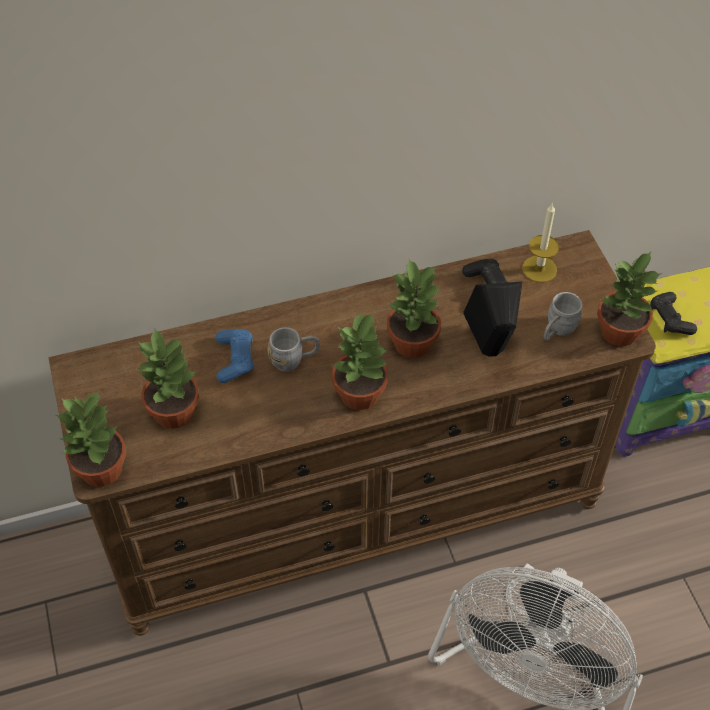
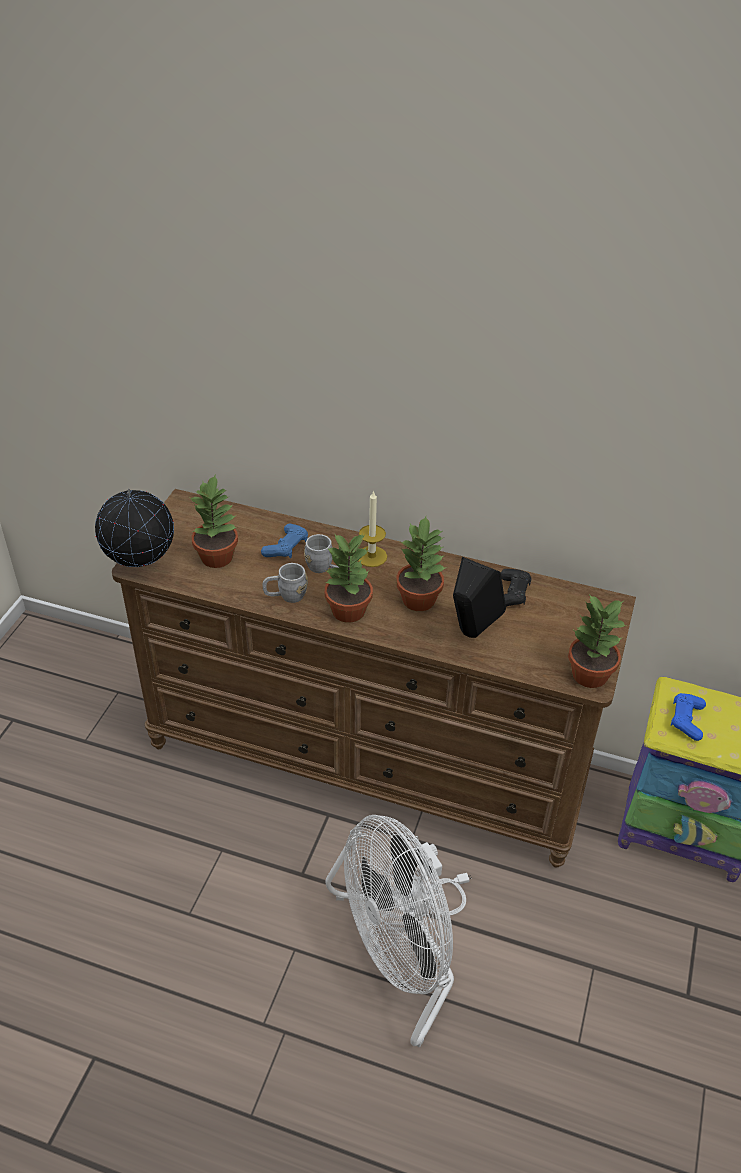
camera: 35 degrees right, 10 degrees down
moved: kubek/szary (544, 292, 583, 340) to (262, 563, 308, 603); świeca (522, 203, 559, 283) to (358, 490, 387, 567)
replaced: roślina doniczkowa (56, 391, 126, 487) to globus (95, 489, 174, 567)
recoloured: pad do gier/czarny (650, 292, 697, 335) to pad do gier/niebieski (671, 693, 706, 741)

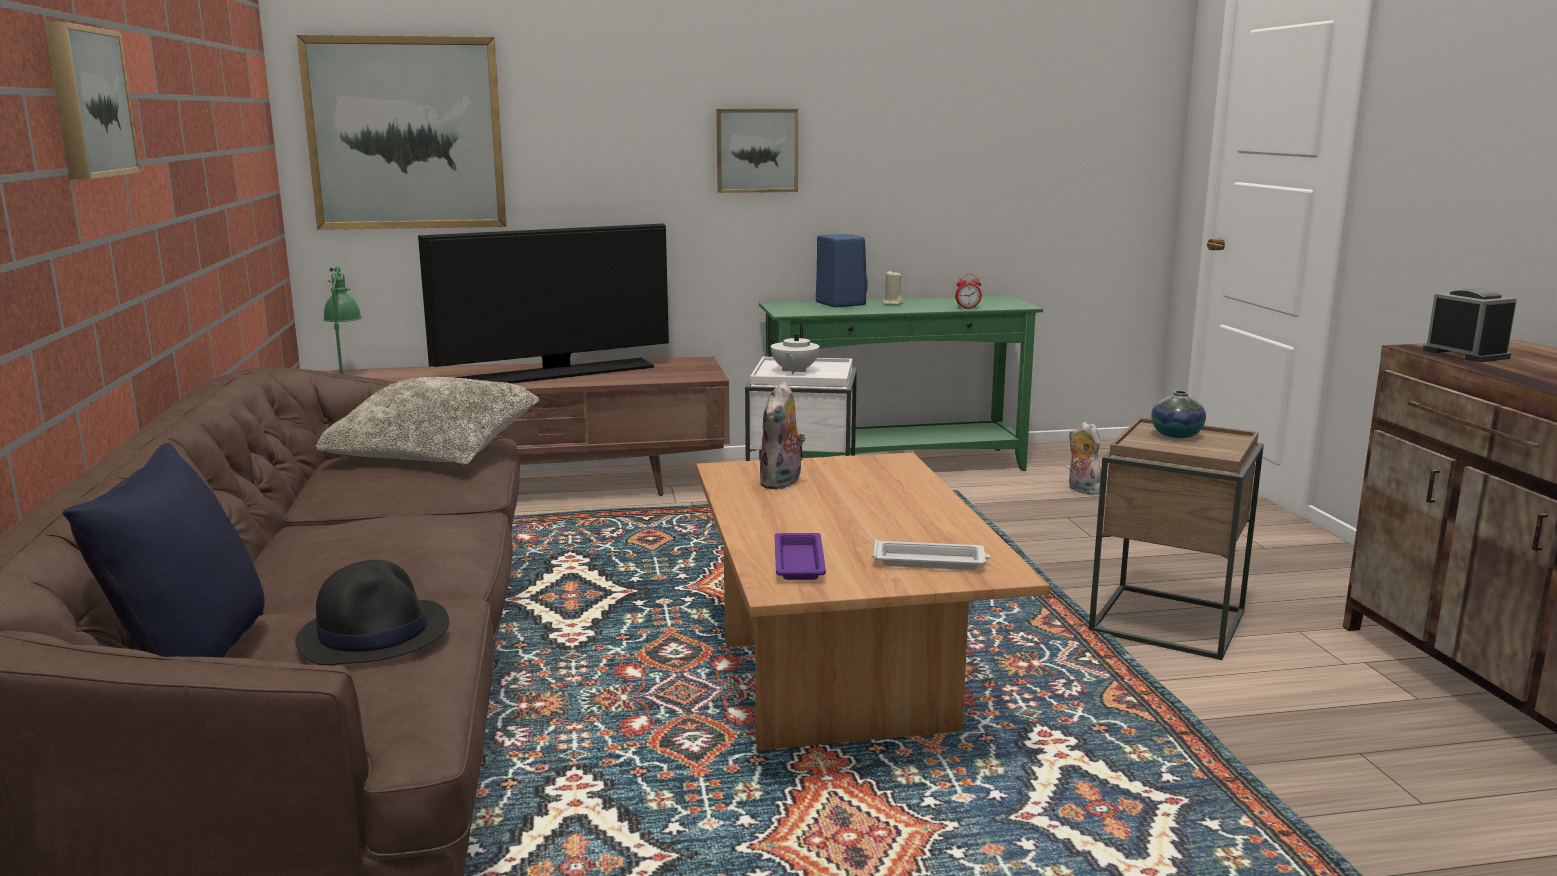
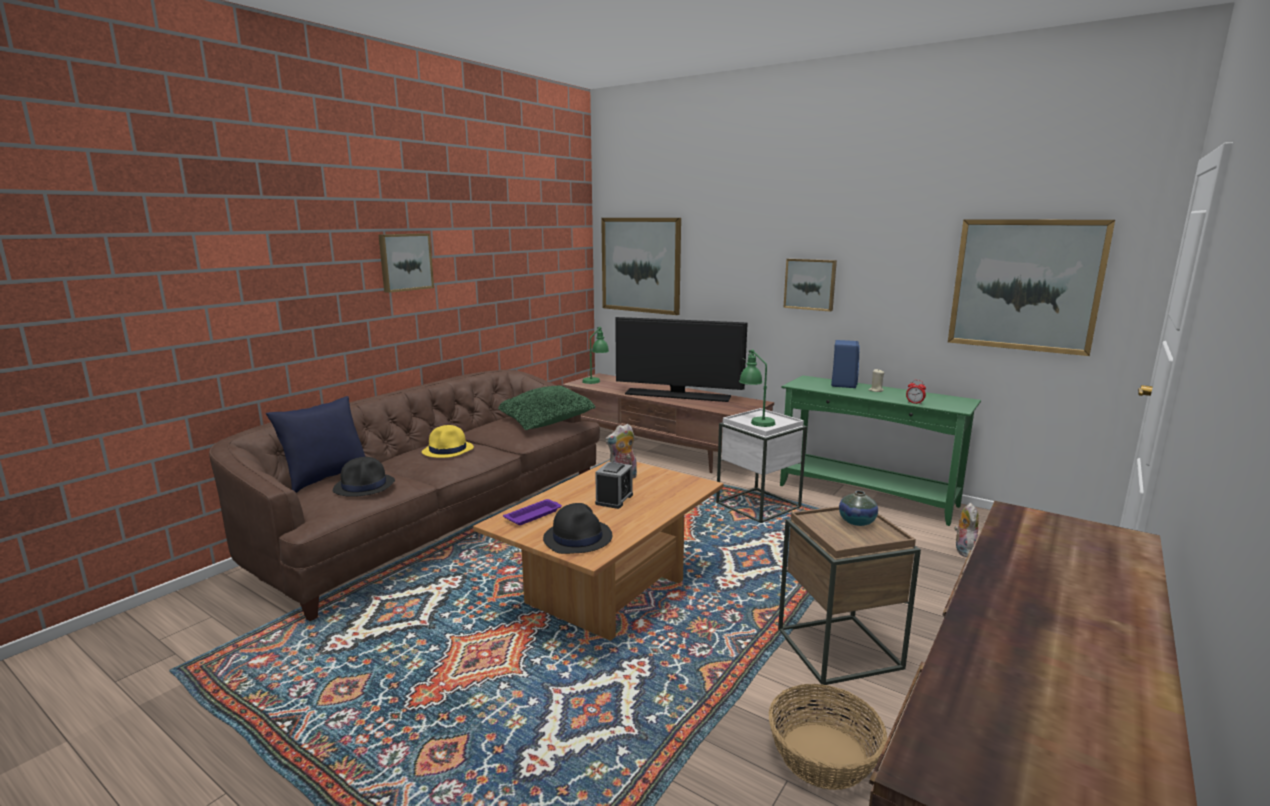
camera: 45 degrees right, 0 degrees up
added: kapelusz/żółty (422, 425, 474, 458); koszyk (769, 684, 887, 790); obraz (948, 219, 1115, 356)
moved: budzik (1423, 289, 1517, 362) to (595, 462, 633, 509)
replaced: taca/biały (873, 539, 990, 570) to kapelusz/czarny (543, 503, 612, 554); imbryk/biały (771, 324, 820, 374) to lampa stołowa/zielony (739, 349, 775, 427)
recoloured: poduszka/beżowy (316, 377, 540, 464) to poduszka/zielony (498, 385, 595, 430)

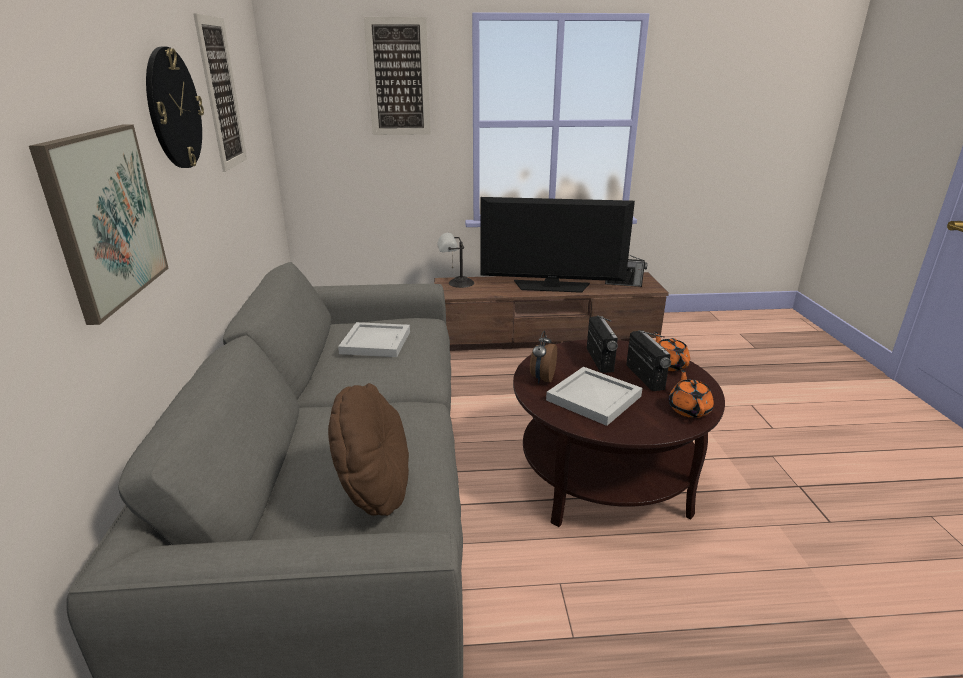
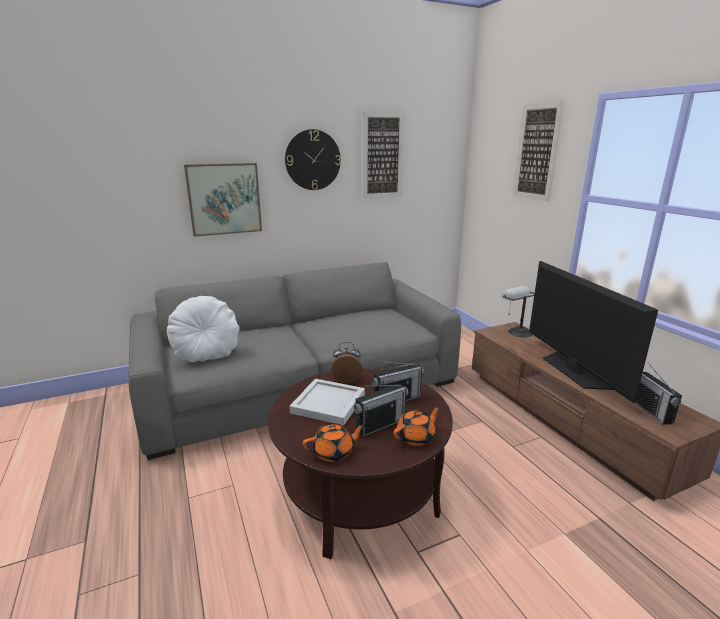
camera: 70 degrees right, 5 degrees down
removed: taca/biały (338, 322, 410, 357)
recoloured: poduszka/brązowy (328, 383, 409, 516) to poduszka/biały (167, 296, 240, 362)

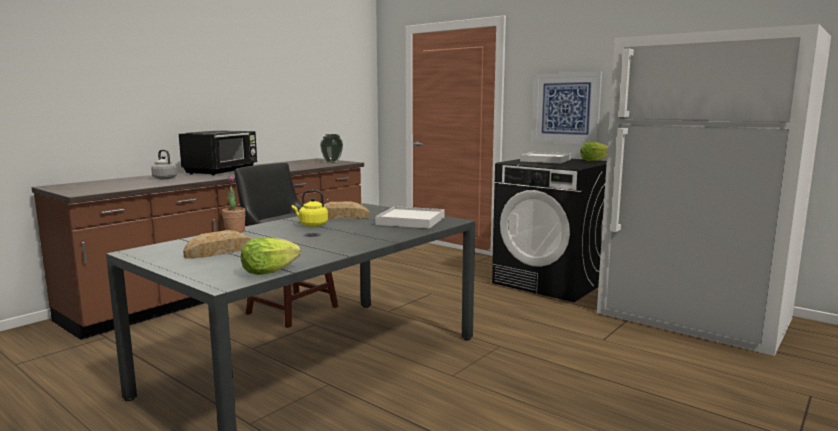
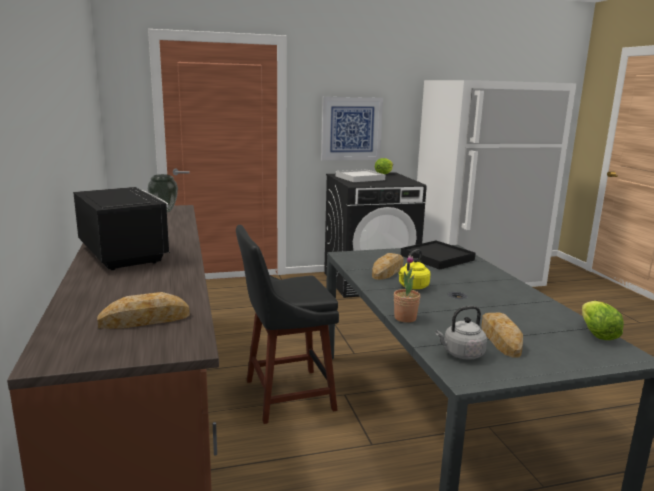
camera: 55 degrees left, 5 degrees up
added: chleb (97, 292, 190, 329)
moved: czajnik/szary (151, 150, 177, 179) to (435, 306, 487, 360)
recoloured: taca/biały (375, 206, 445, 229) to taca/czarny (401, 241, 475, 270)

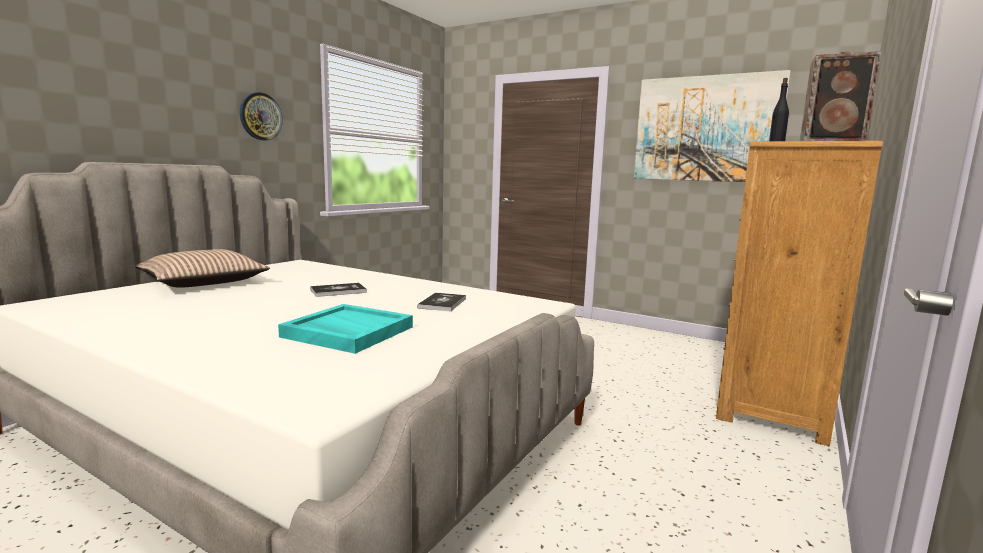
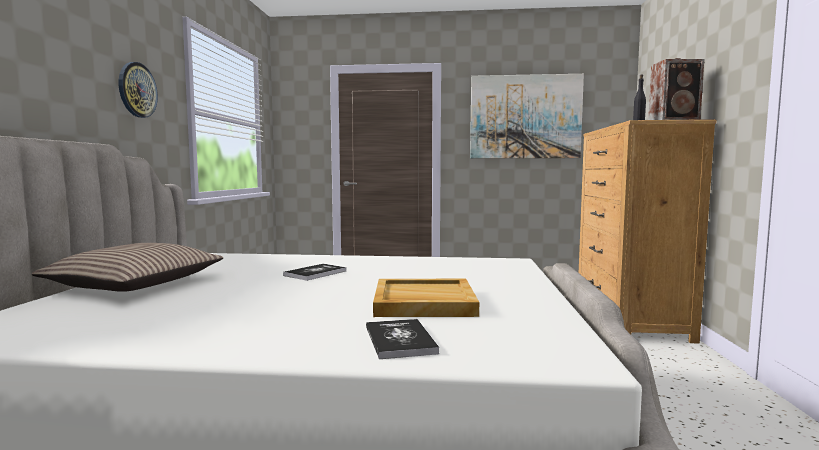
camera: 25 degrees left, 5 degrees down
moved: książka (417, 293, 466, 311) to (366, 319, 439, 359)
recoloured: taca/turkusowy (278, 304, 413, 354) to taca/beżowy (373, 279, 479, 317)

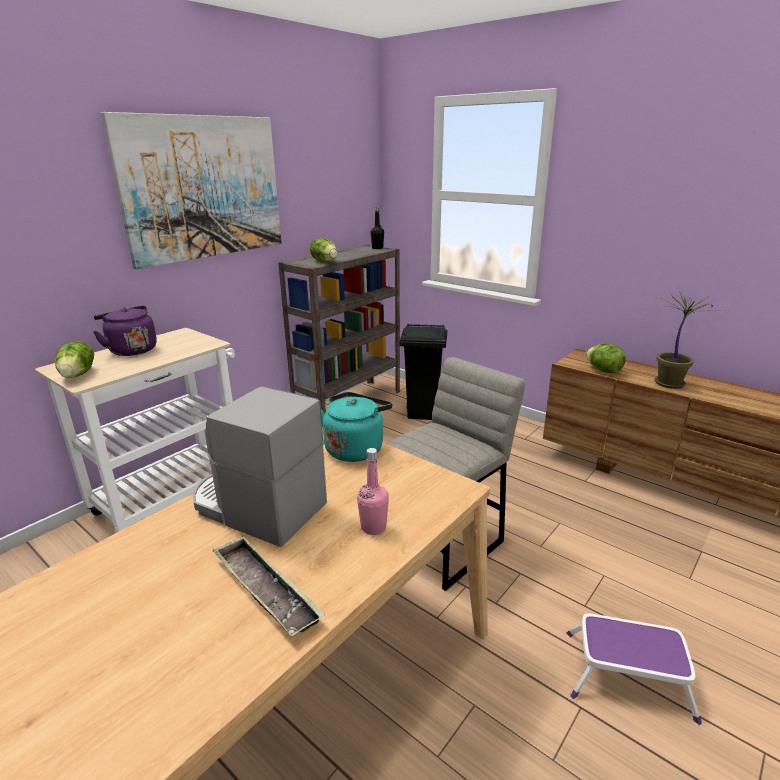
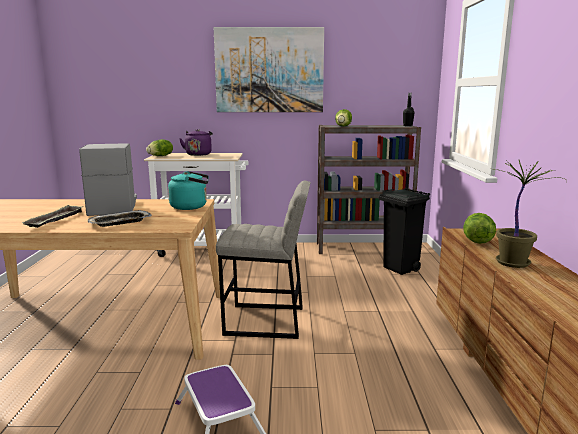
camera: 50 degrees right, 10 degrees down
replaced: butelka/różowy (357, 448, 389, 535) to taca (88, 210, 152, 227)

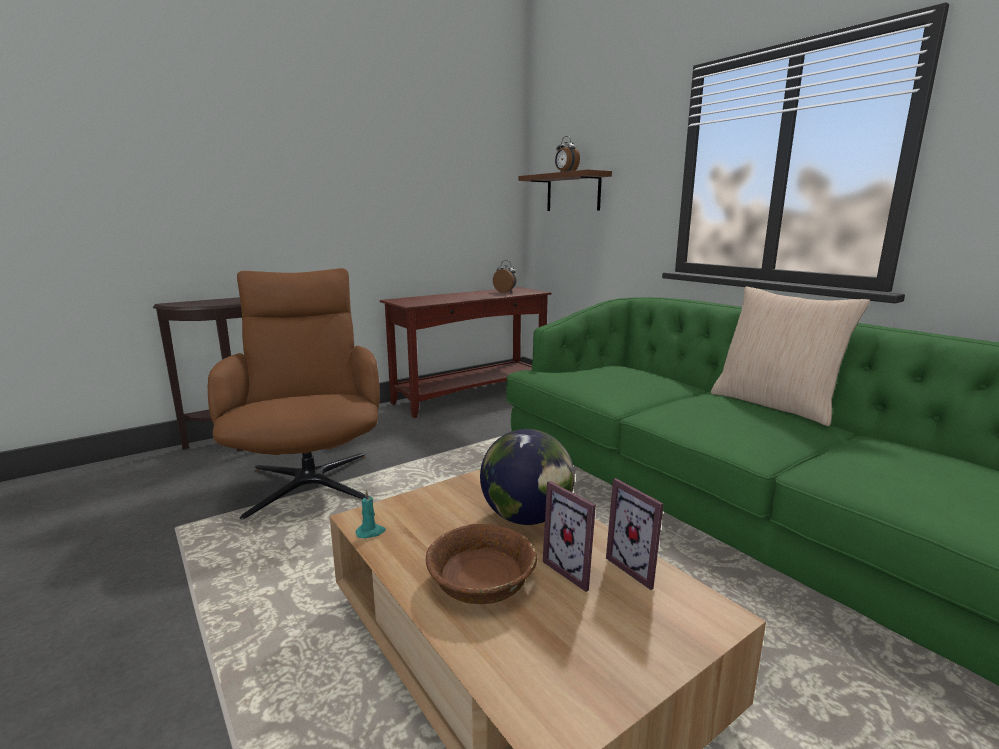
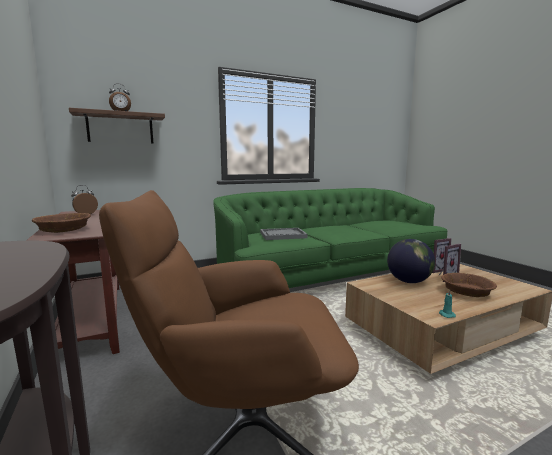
camera: 80 degrees left, 5 degrees down
removed: poduszka/beżowy (711, 287, 870, 426)
added: miska/brązowy (32, 213, 91, 233); taca/szary (260, 228, 308, 240)

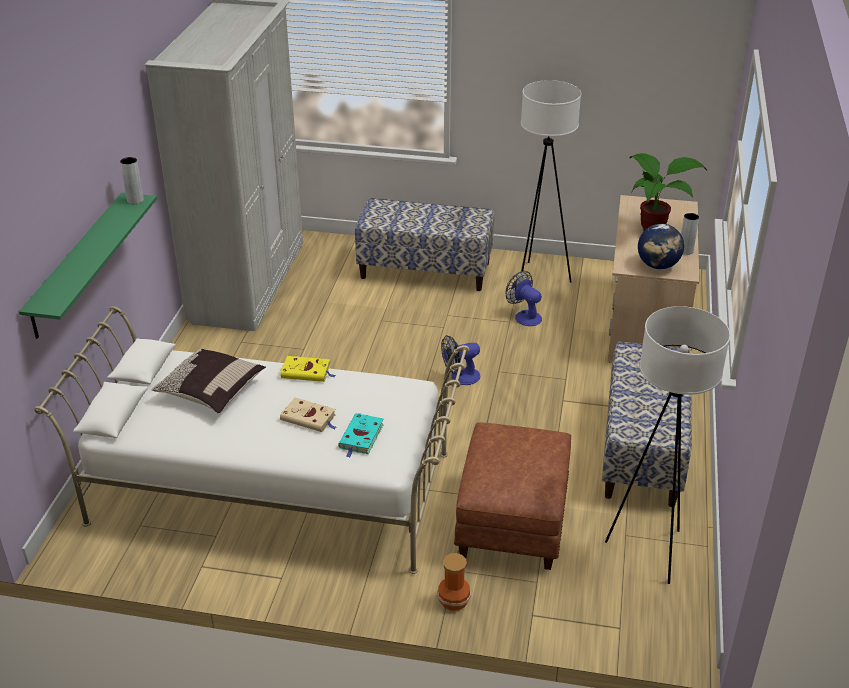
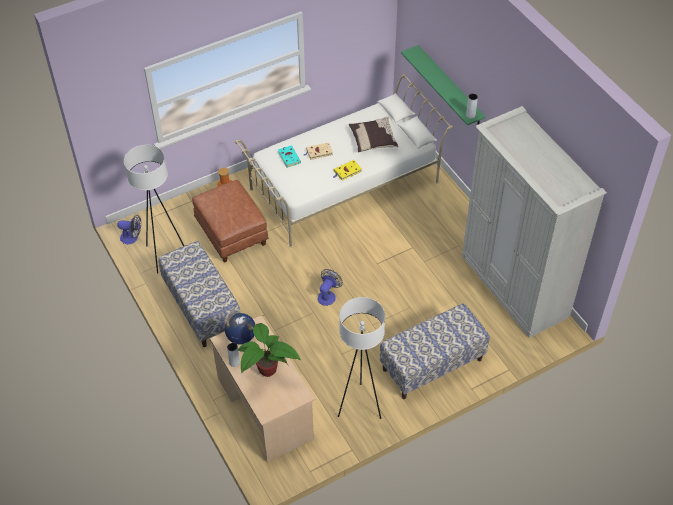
camera: 140 degrees right, 15 degrees up
moved: wentylator (506, 271, 542, 326) to (118, 215, 141, 244)

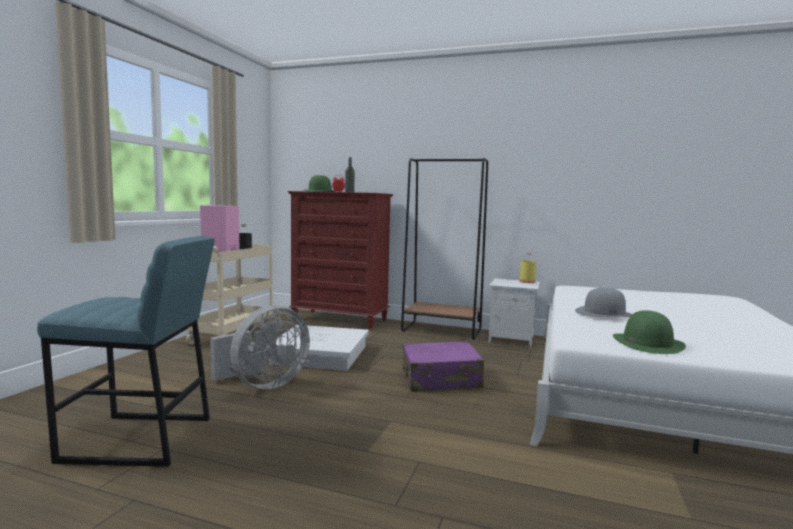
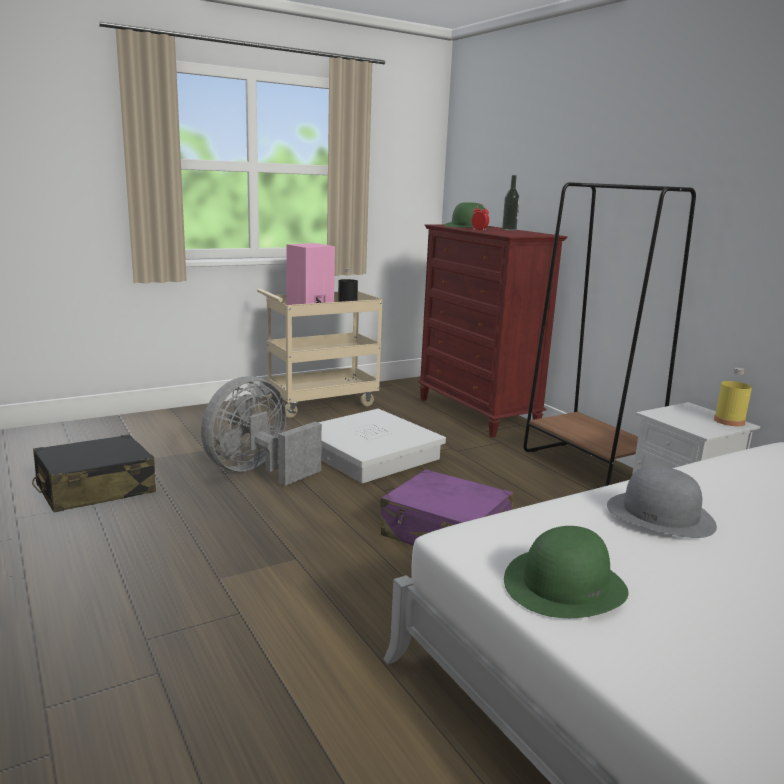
camera: 40 degrees right, 10 degrees up
replaced: stołek/niebieski (37, 236, 214, 467) to walizka/czarny (32, 434, 156, 513)
turned: wentylator/szary (210, 305, 310, 389) = (201, 376, 322, 486) 135 degrees clockwise

